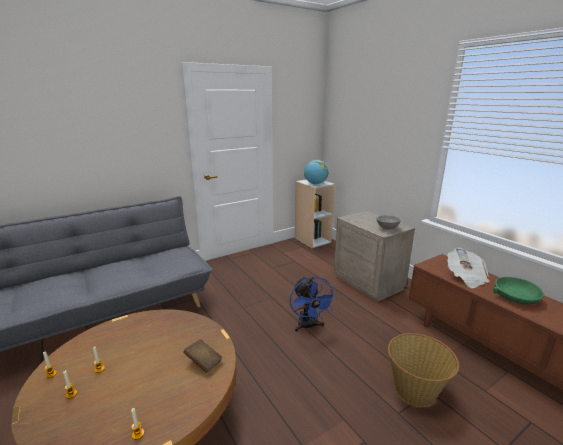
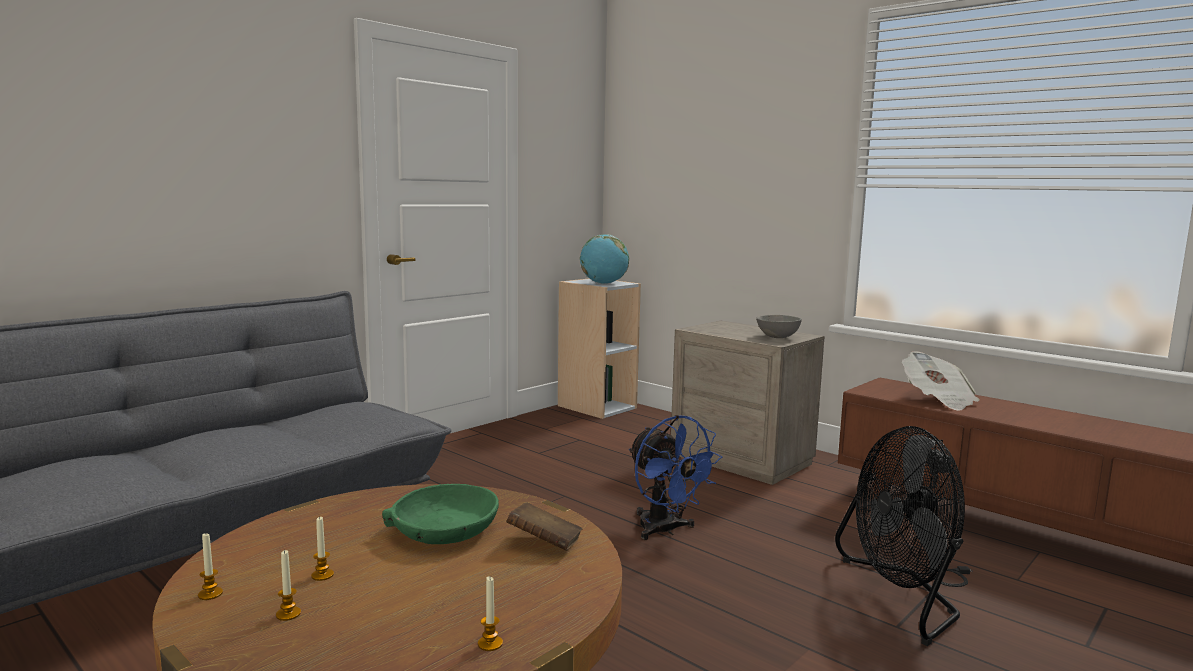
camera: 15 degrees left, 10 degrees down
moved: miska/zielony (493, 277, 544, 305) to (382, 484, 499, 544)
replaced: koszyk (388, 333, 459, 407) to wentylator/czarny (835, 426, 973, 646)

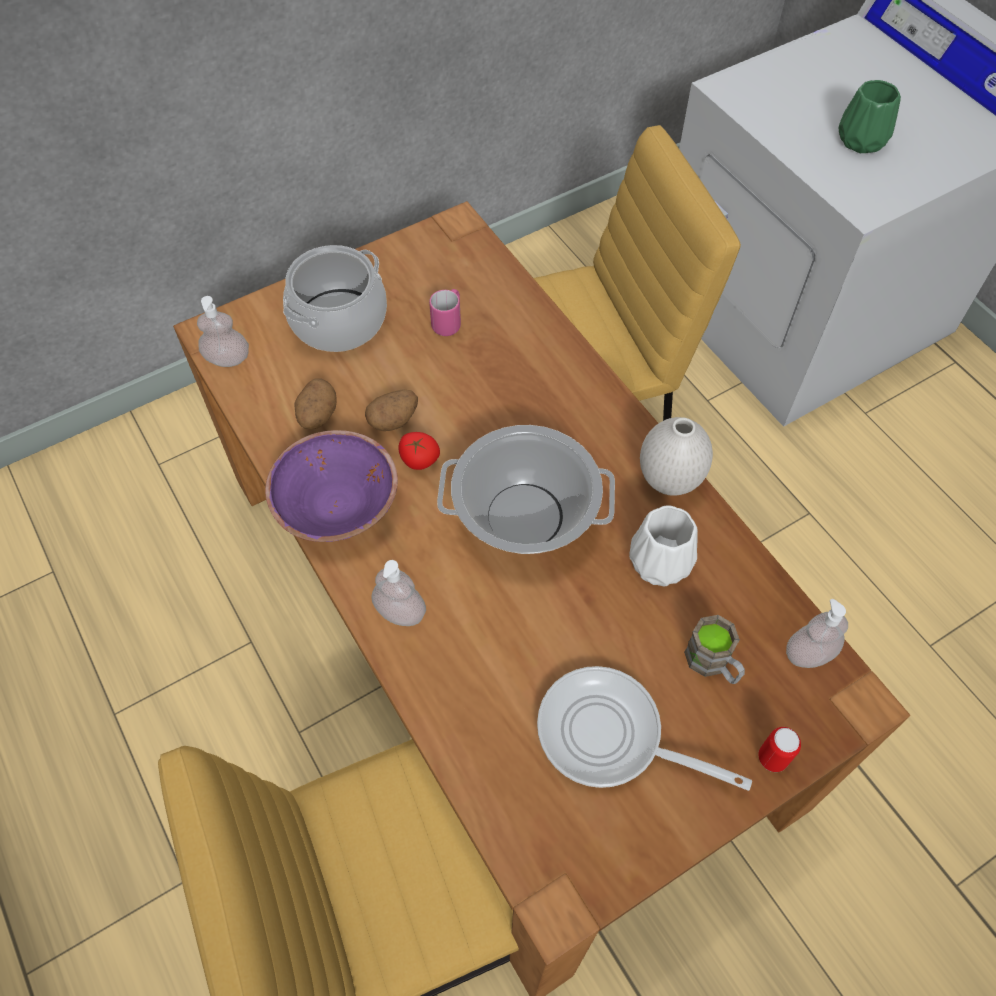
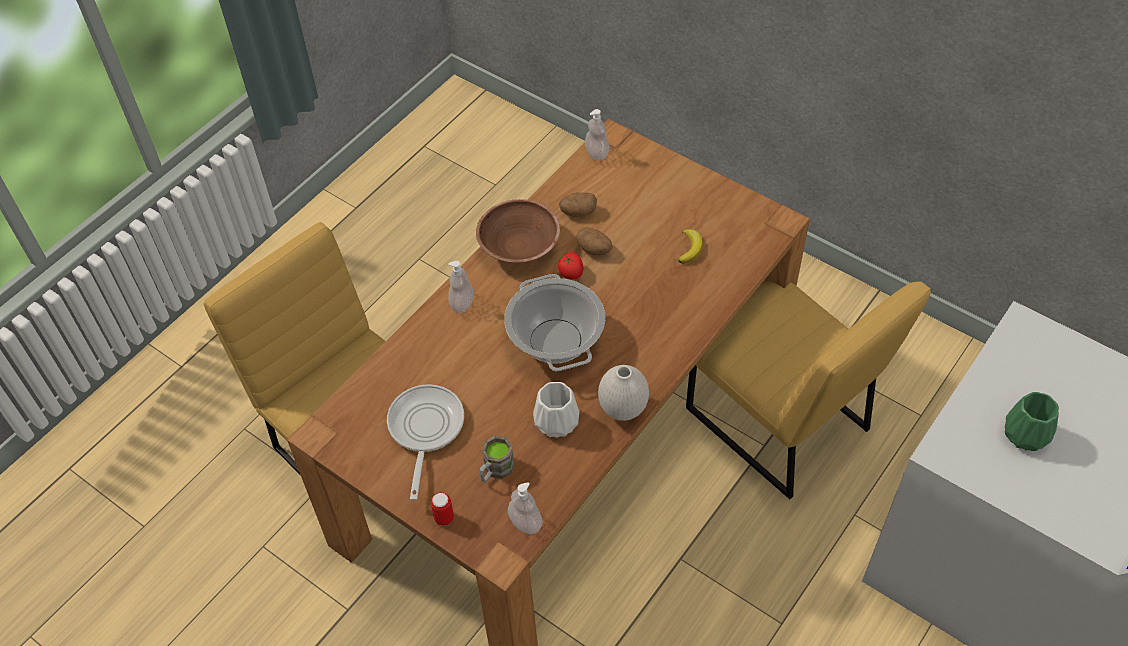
camera: 70 degrees right, 5 degrees down
removed: garnek (283, 245, 387, 352)
replaced: kubek/różowy (429, 289, 461, 336) to banan (678, 229, 703, 264)
recoloured: miska/fioletowy (265, 430, 398, 542) to miska/brązowy (476, 199, 560, 263)

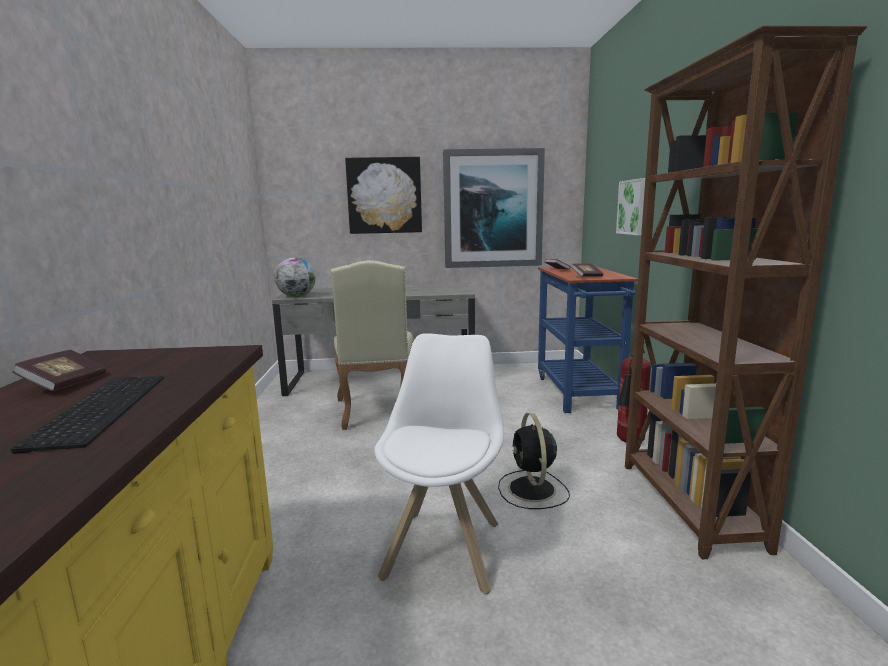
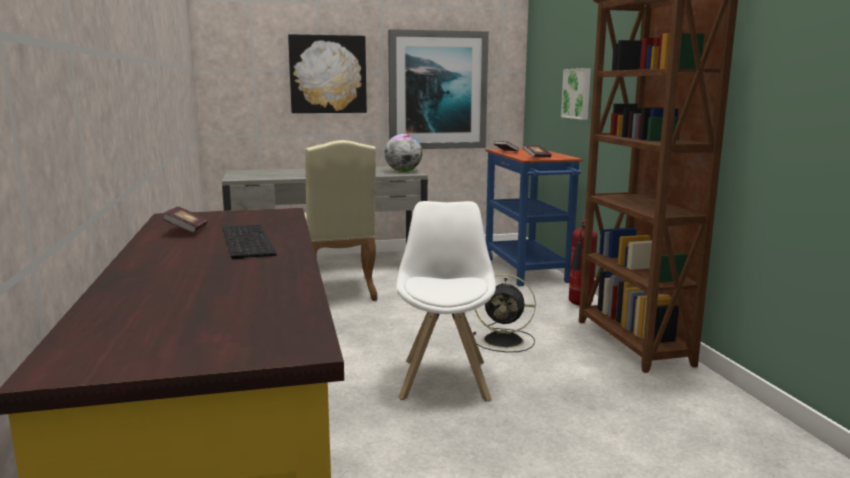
camera: 10 degrees left, 0 degrees up
moved: globus (274, 257, 316, 297) to (384, 134, 422, 172)
turned: wentylator/czarny (498, 413, 570, 509) = (473, 274, 536, 352) 60 degrees counterclockwise

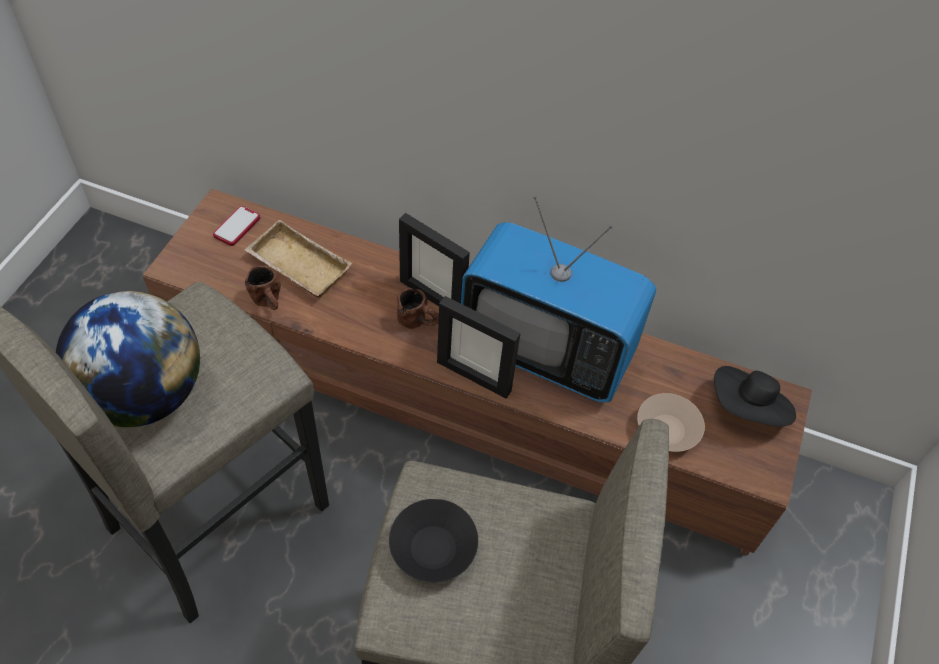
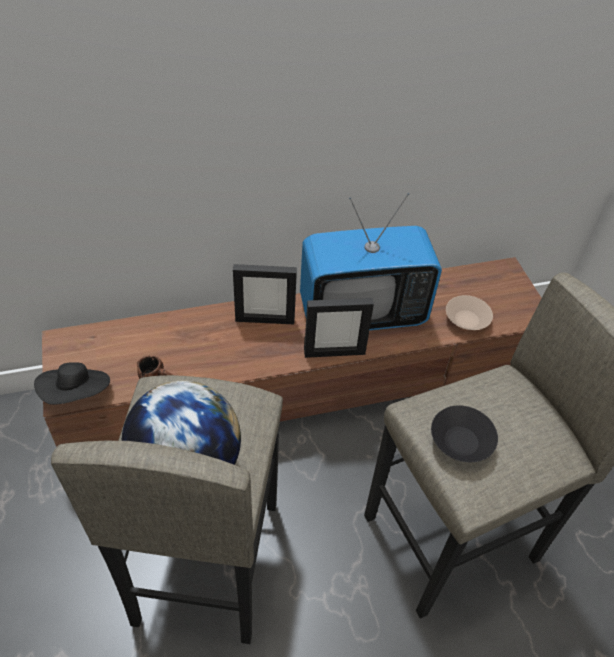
camera: 35 degrees left, 5 degrees down
removed: telefon (213, 206, 260, 246); taca/beżowy (244, 219, 352, 298); kubek/brązowy (397, 288, 439, 329)
moved: kapelusz/czarny (714, 366, 796, 427) to (34, 362, 110, 405)

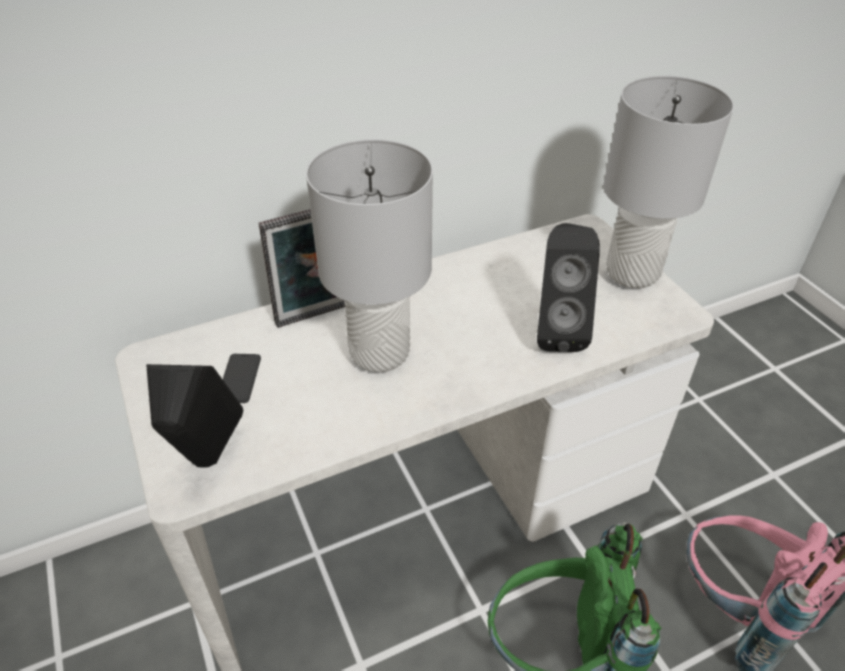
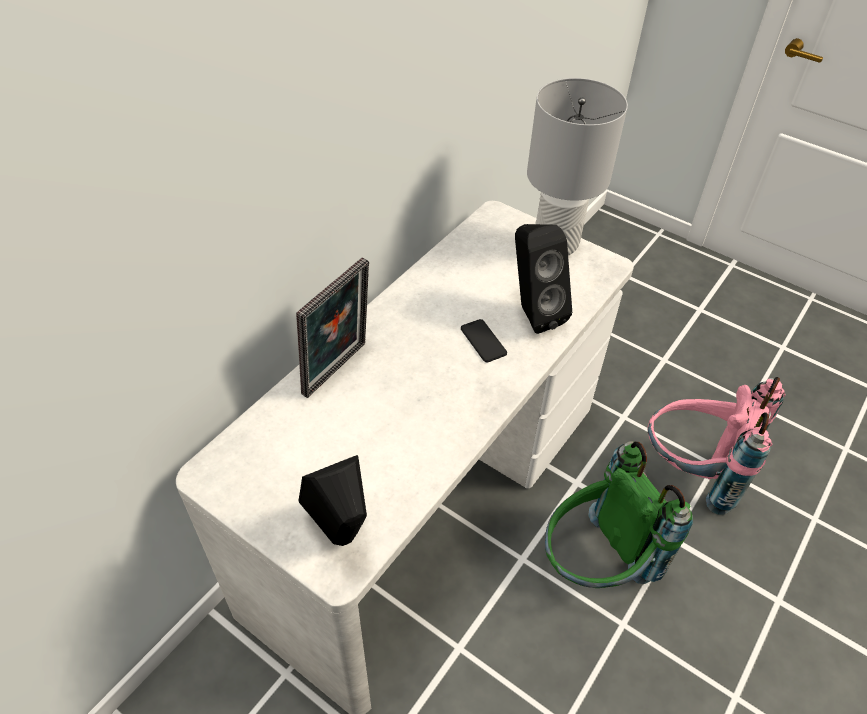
camera: 30 degrees left, 5 degrees up
removed: lampa stołowa/szary (306, 139, 433, 372)
moved: telefon (223, 354, 261, 403) to (461, 319, 507, 362)

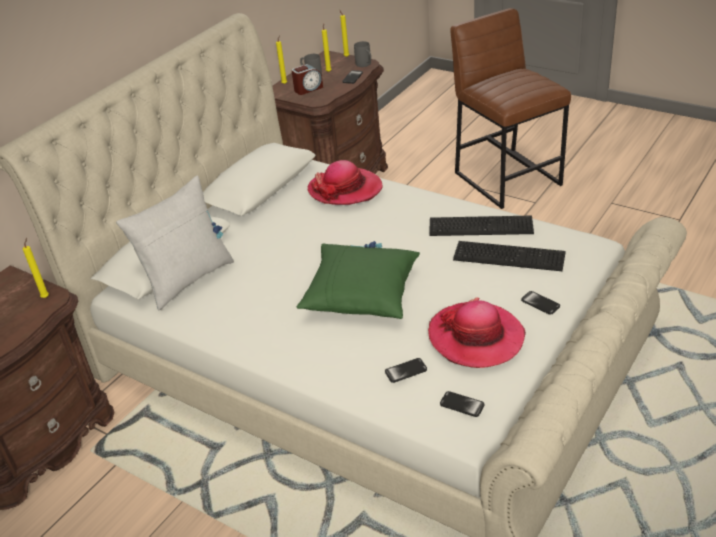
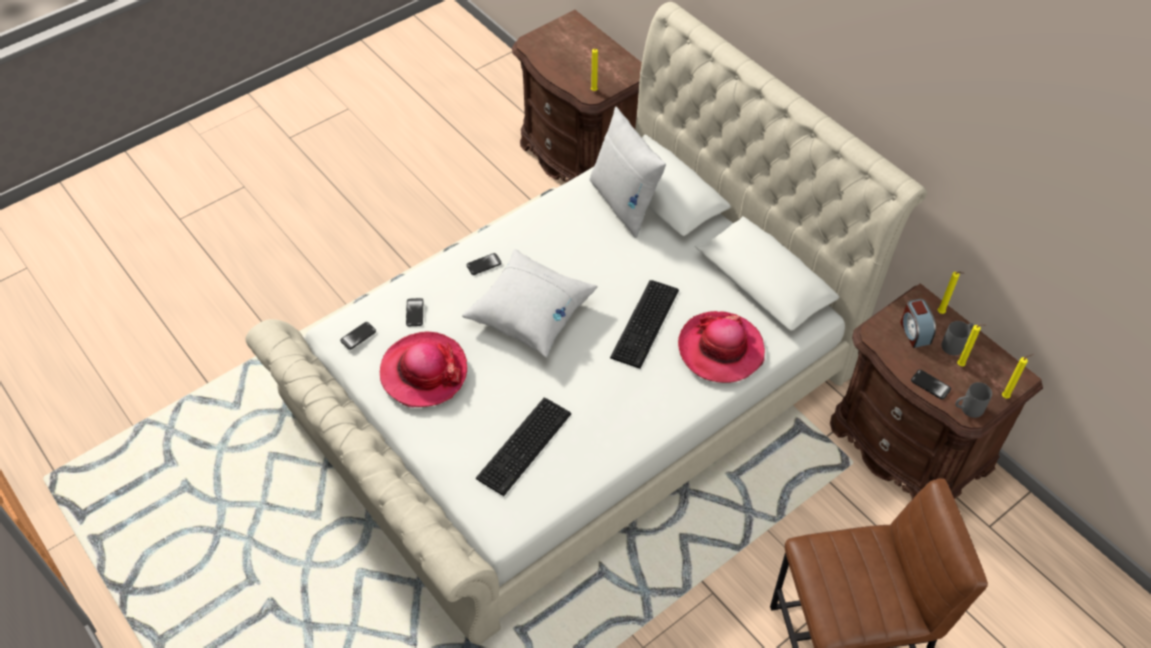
camera: 105 degrees right, 15 degrees up
moved: telefon (521, 291, 560, 315) to (467, 253, 501, 275); klawiatura (429, 216, 534, 236) to (610, 280, 679, 369)
recoloured: poduszka/zielony (297, 241, 420, 319) to poduszka/szary (462, 249, 598, 358)

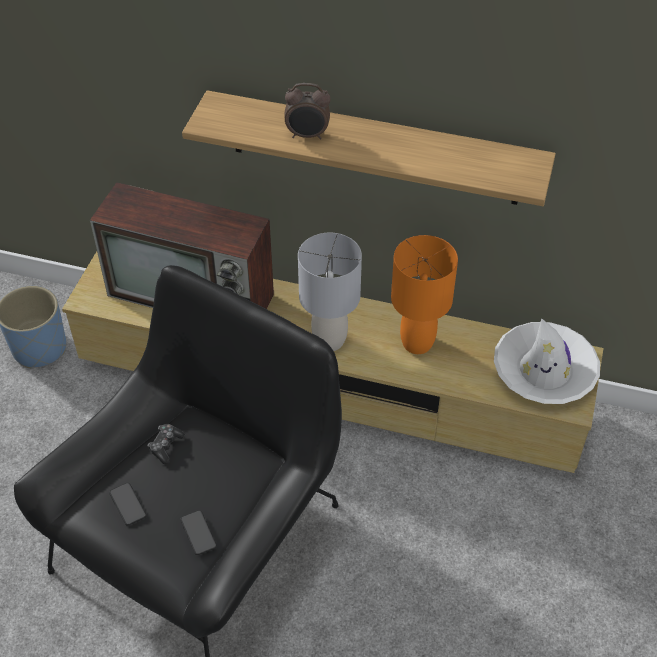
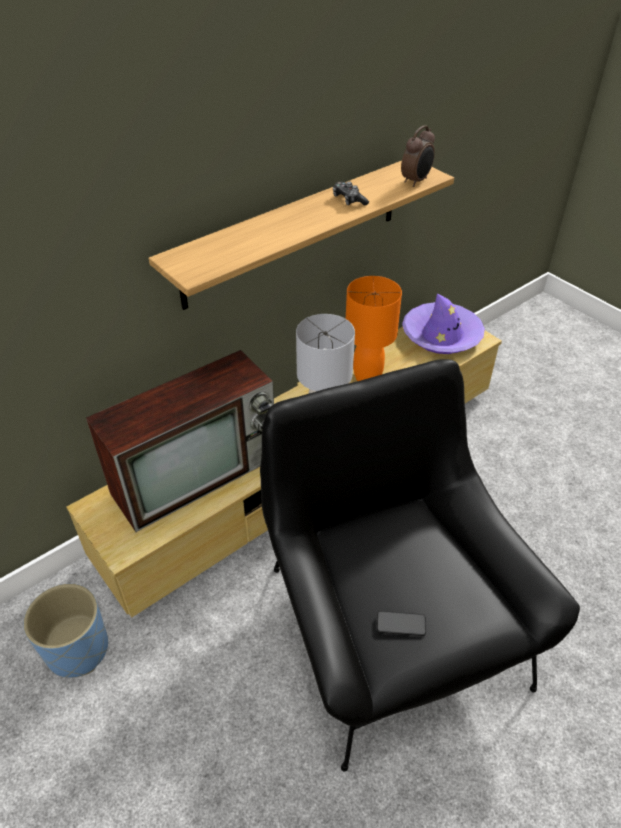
camera: 55 degrees left, 5 degrees down
removed: telefon (180, 510, 217, 555)
moved: pad do gier (148, 424, 185, 464) to (333, 182, 369, 206); budzik (284, 83, 331, 140) to (401, 125, 435, 187)
recoloured: kapelusz/biały (494, 318, 600, 404) to kapelusz/fioletowy (402, 294, 485, 354)

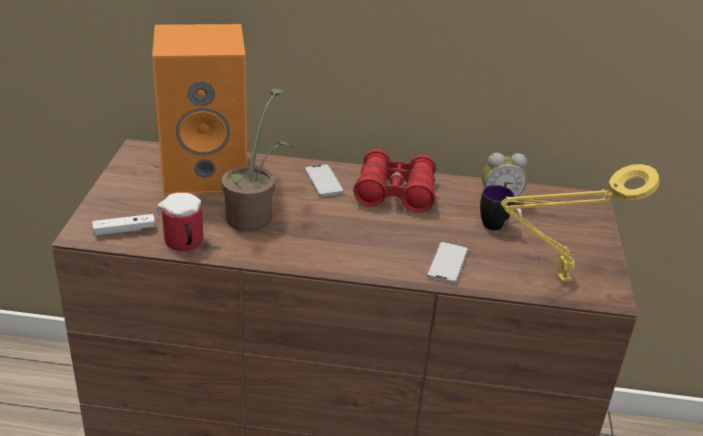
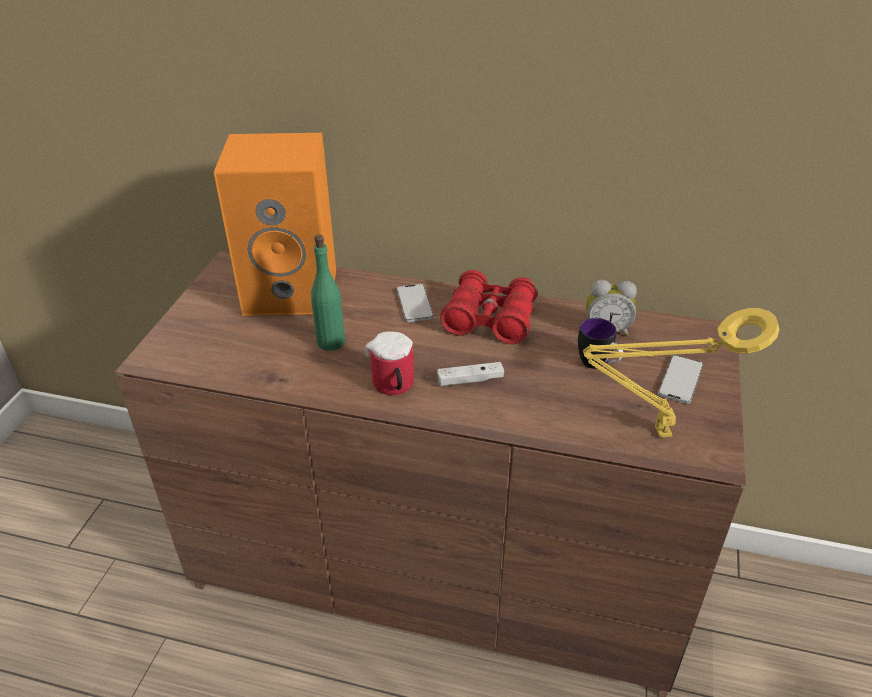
camera: 10 degrees right, 5 degrees up
moved: kubek (157, 193, 203, 251) to (365, 331, 414, 395); pad do gier/biały (92, 214, 155, 237) to (437, 362, 504, 386); telefon (427, 242, 468, 284) to (658, 355, 703, 404)
replaced: roślina doniczkowa (222, 88, 293, 231) to butelka/zielony (311, 235, 345, 351)

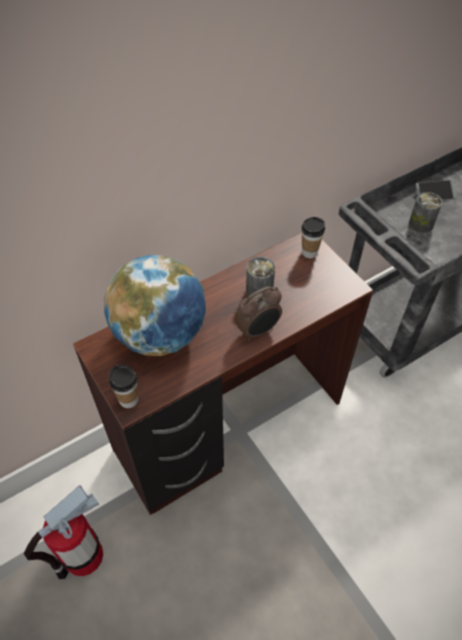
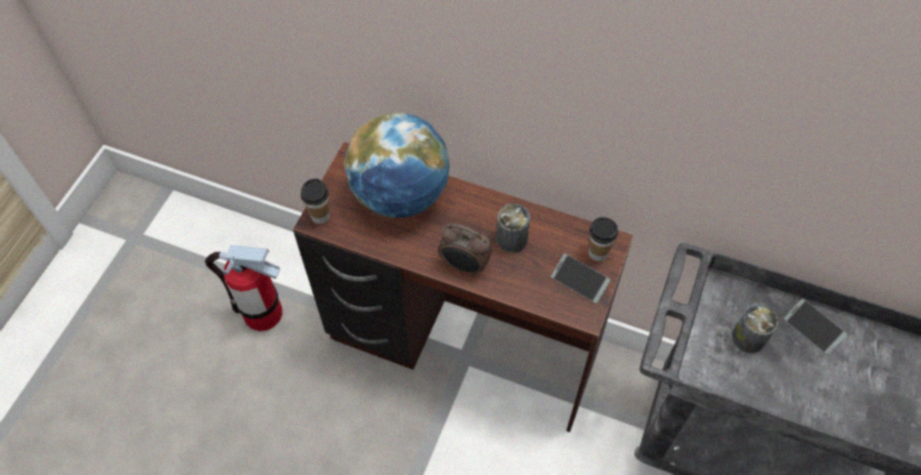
camera: 55 degrees right, 5 degrees up
added: telefon (551, 254, 611, 303)

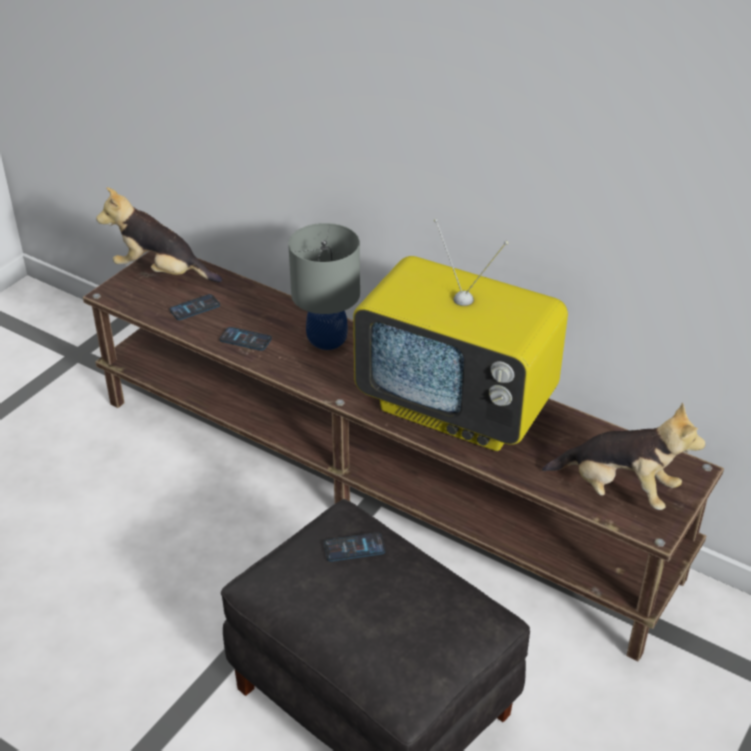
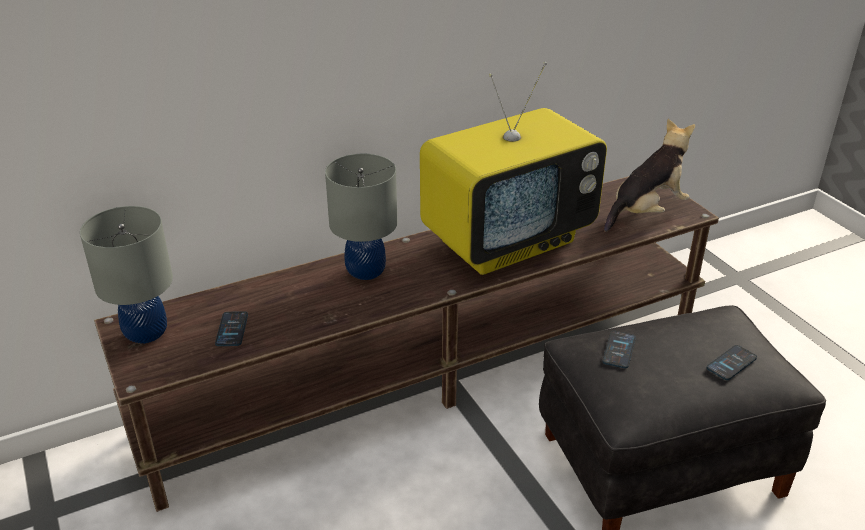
camera: 60 degrees left, 5 degrees down
moved: telefon (219, 327, 272, 351) to (707, 345, 757, 380)
replaced: pluszak (96, 187, 222, 283) to lampa stołowa/szary (80, 206, 173, 344)

